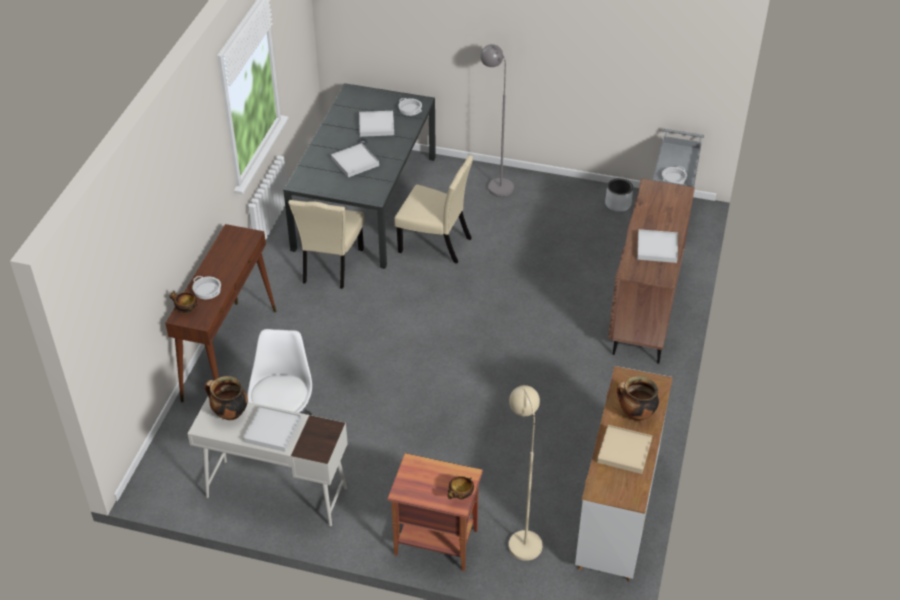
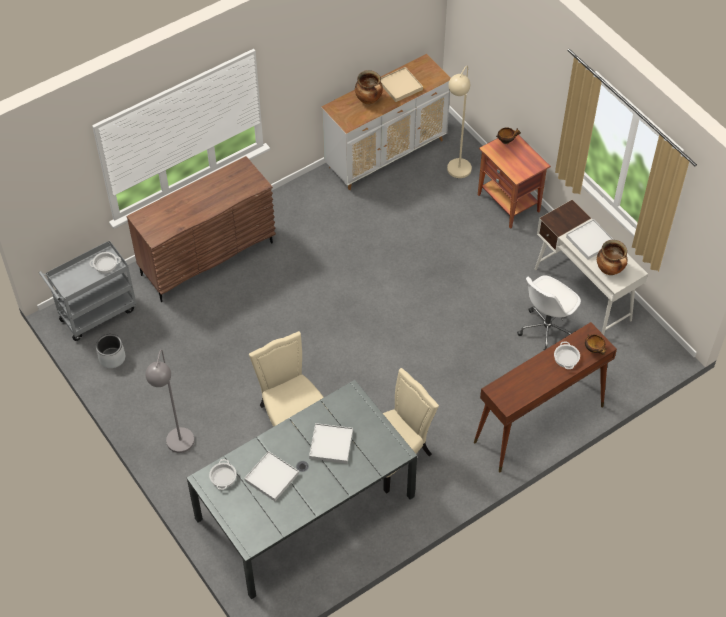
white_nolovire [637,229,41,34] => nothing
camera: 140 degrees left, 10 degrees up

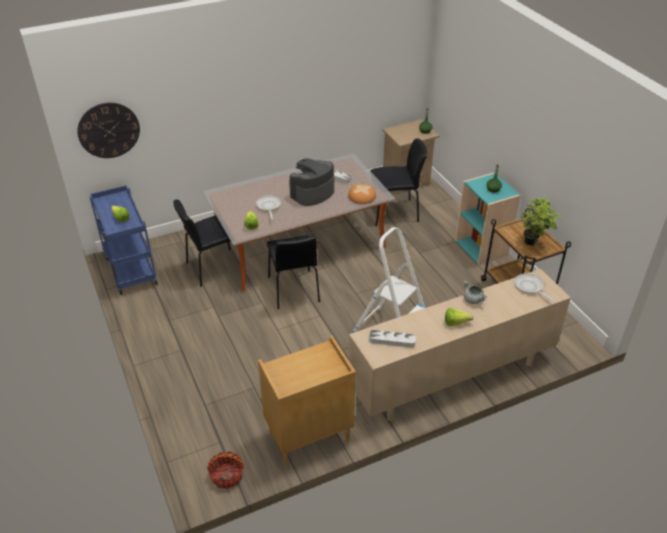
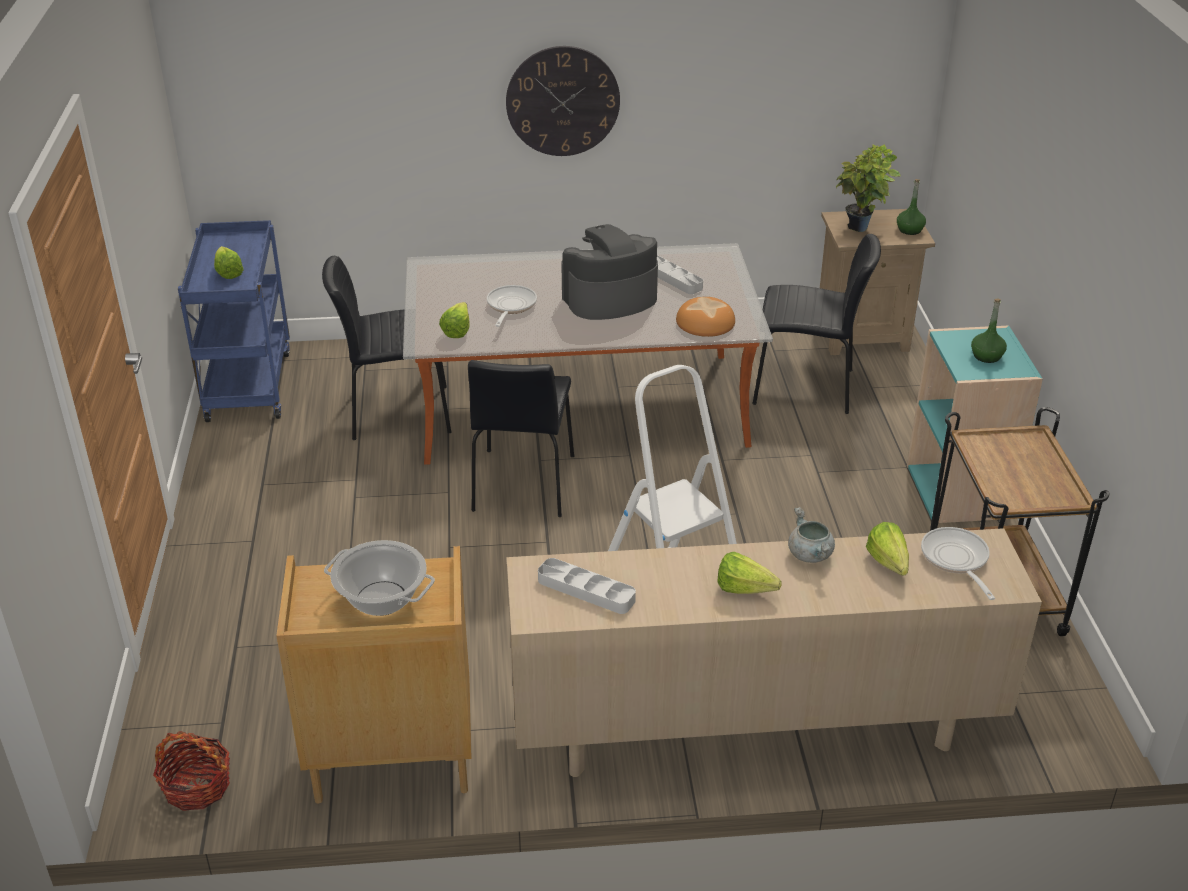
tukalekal [77,102,63,56] => tukalekal [506,46,114,110], moved
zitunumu [521,197,41,49] => zitunumu [836,145,65,87], moved
nothing => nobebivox [866,522,43,54]
nothing => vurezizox [324,540,111,76]
camera: 20 degrees right, 5 degrees down

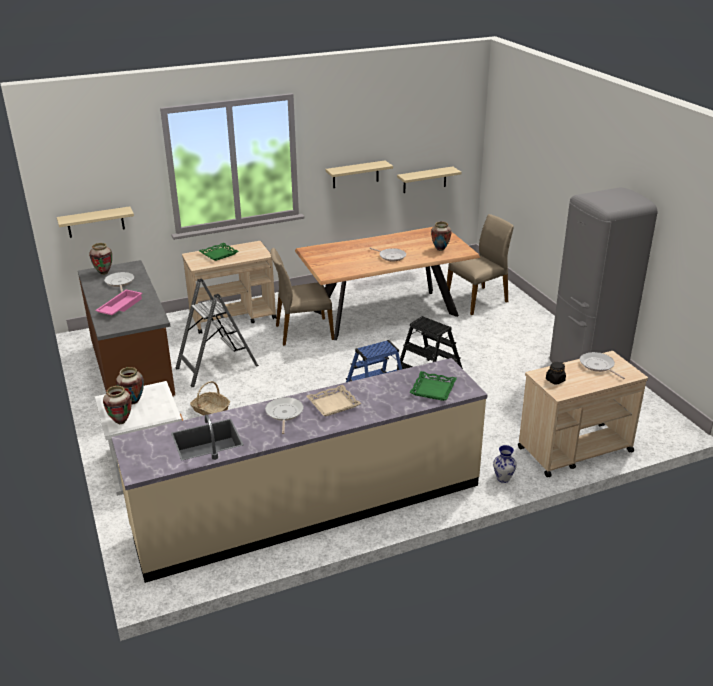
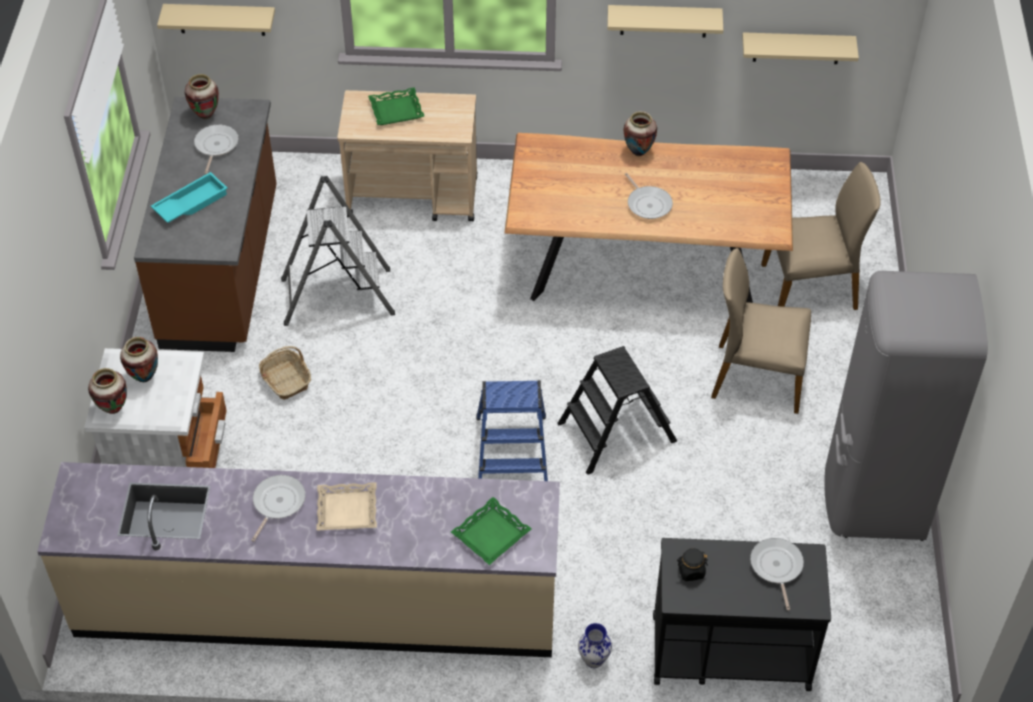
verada [431,221,20,30] => verada [624,111,33,45], moved
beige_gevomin [270,248,64,98] => beige_gevomin [711,248,100,166], moved
pink_nolovire [95,290,47,25] => turquoise_nolovire [151,172,77,51]
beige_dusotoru [518,351,130,126] => black_dusotoru [653,538,178,153]
camera: 25 degrees right, 20 degrees up

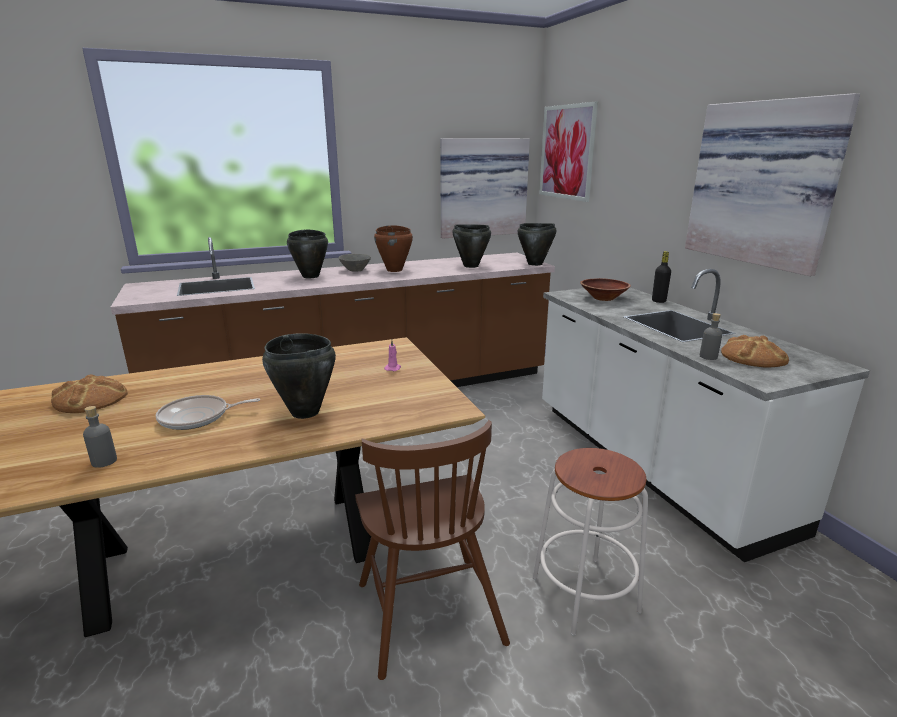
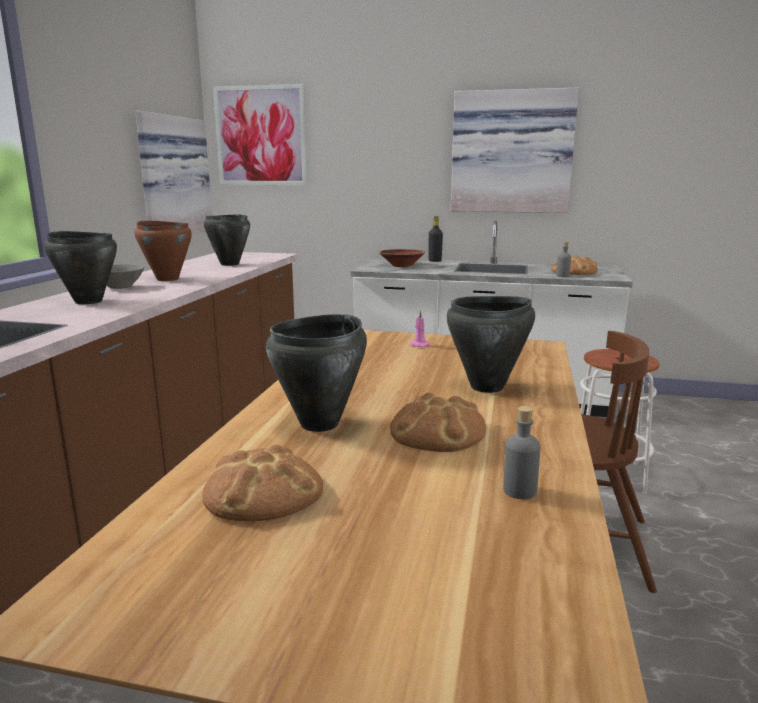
black_vurezizox [518,223,38,43] => black_vurezizox [266,314,101,118], moved
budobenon [156,395,104,35] => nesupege [390,392,96,60]
camera: 55 degrees left, 5 degrees down

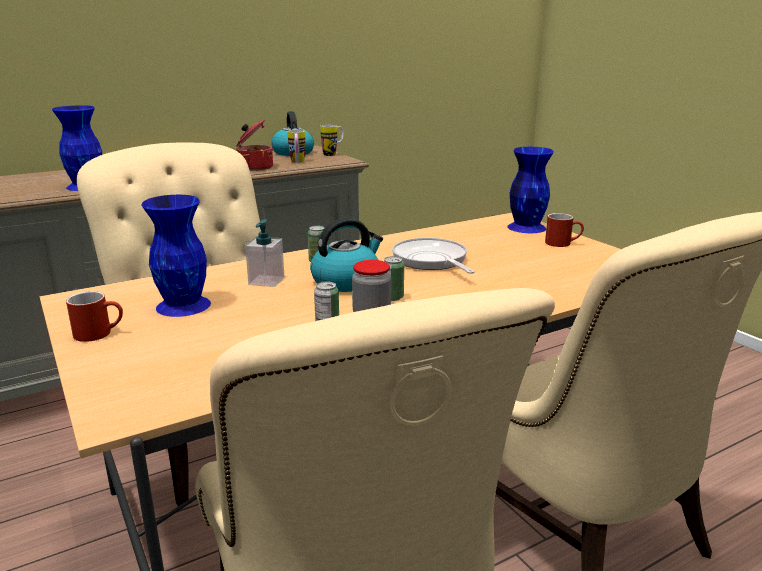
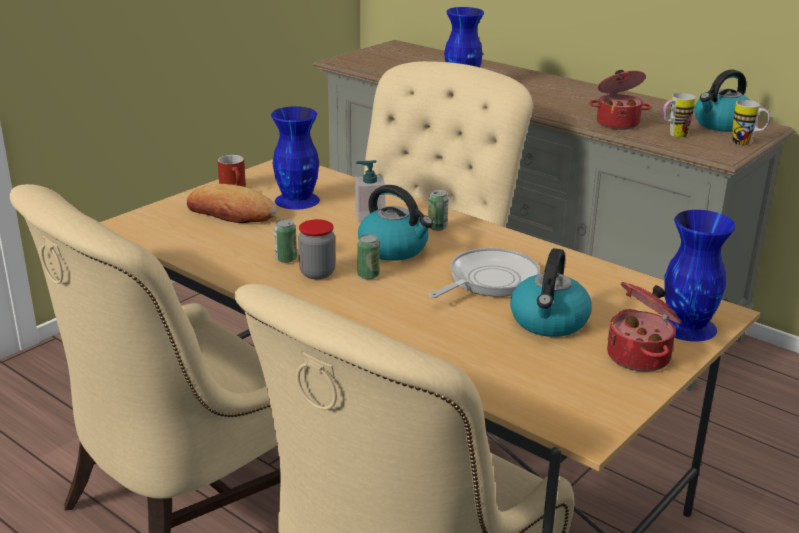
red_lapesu [545,213,39,34] => vurezizox [607,282,75,90]
nothing => nesupege [187,184,90,39]
nothing => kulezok [510,248,82,89]
camera: 70 degrees right, 5 degrees up

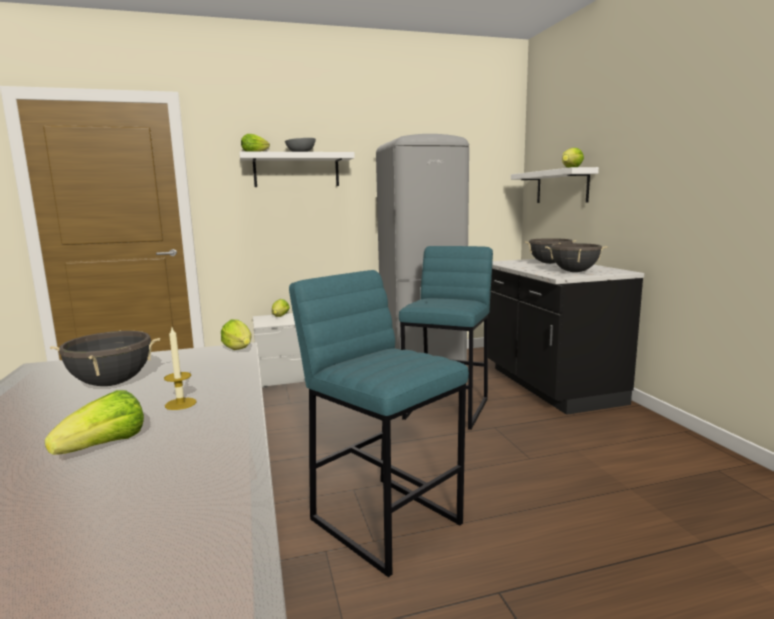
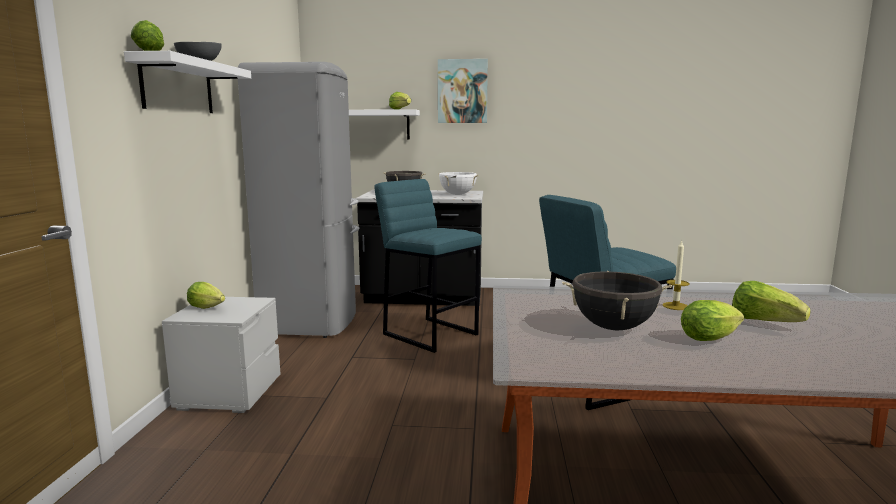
black_vurezizox [545,243,63,29] => white_vurezizox [438,172,41,23]
nobebivox [221,319,31,31] => nobebivox [681,300,63,41], moved
nothing => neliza [438,59,50,64]
camera: 70 degrees left, 0 degrees up

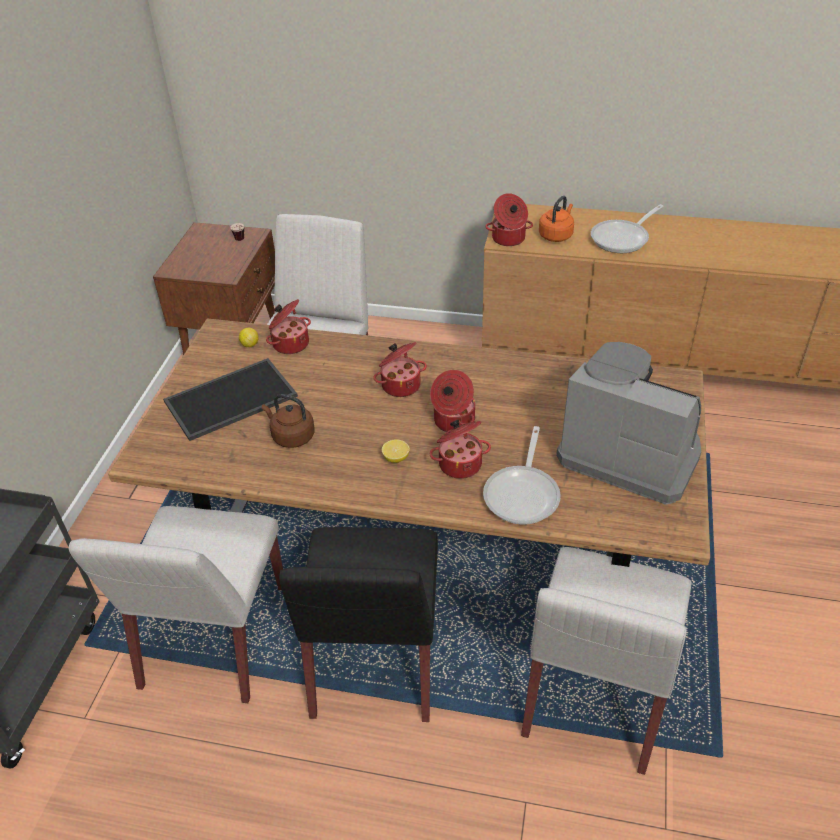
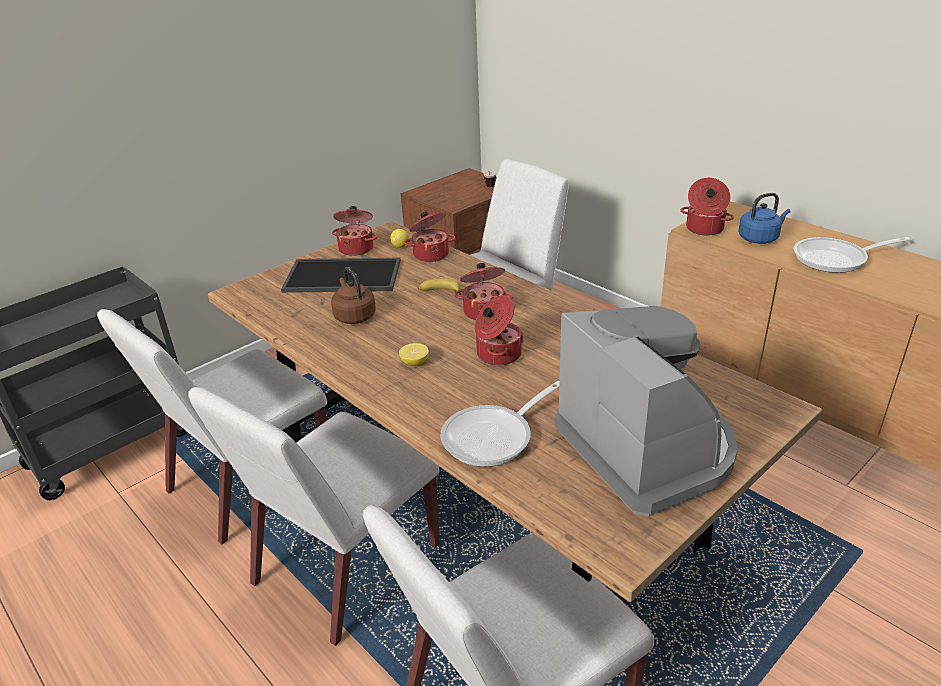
orange_kulezok [539,196,35,46] => blue_kulezok [738,193,52,51]
vurezizox [430,419,61,60] => vurezizox [332,206,46,50], moved
black_gevomin [279,527,159,195] => white_gevomin [188,387,252,259]
nothing => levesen [418,279,43,16]
camera: 35 degrees right, 10 degrees down

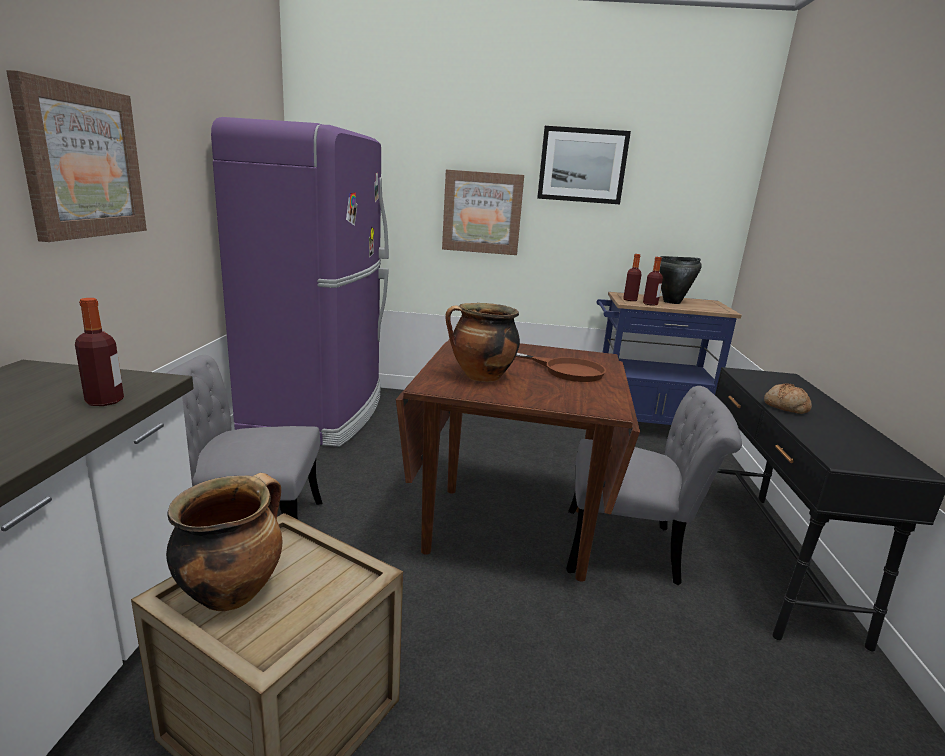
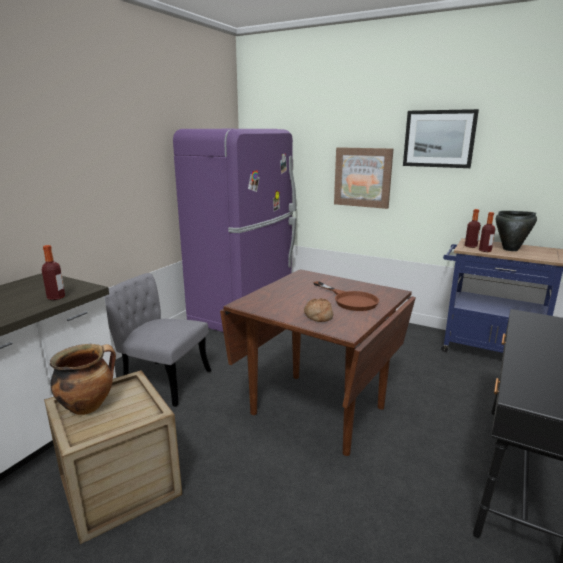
neliza [6,70,141,172] => nothing
vurezizox [445,303,75,79] => nothing
nesupege [764,383,48,31] => nesupege [304,298,29,24], moved
grey_gevomin [566,386,176,199] => nothing
camera: 25 degrees right, 0 degrees up

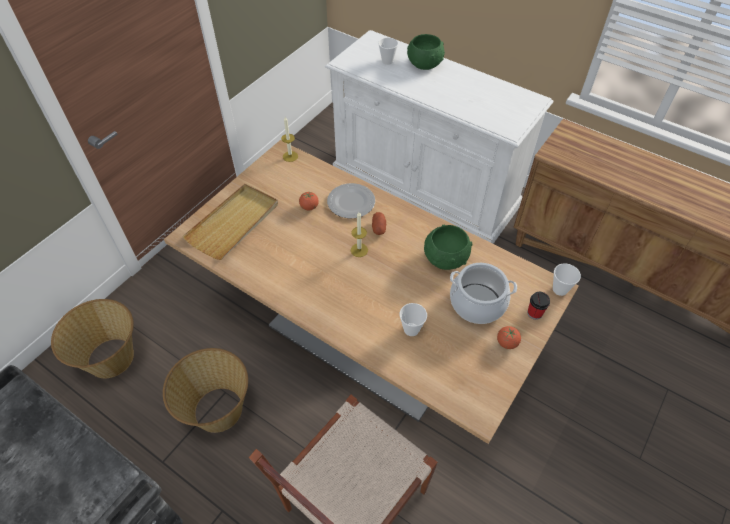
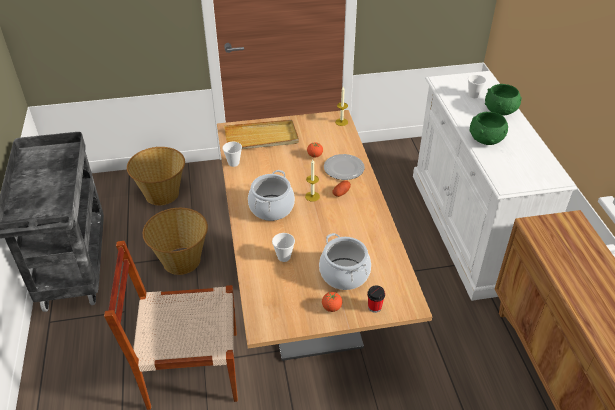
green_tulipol [424,225,49,45] => green_tulipol [469,112,39,33], moved
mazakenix [553,263,28,33] => mazakenix [222,142,20,25], moved
nothing => vurezizox [248,170,47,51]
camera: 45 degrees right, 10 degrees down

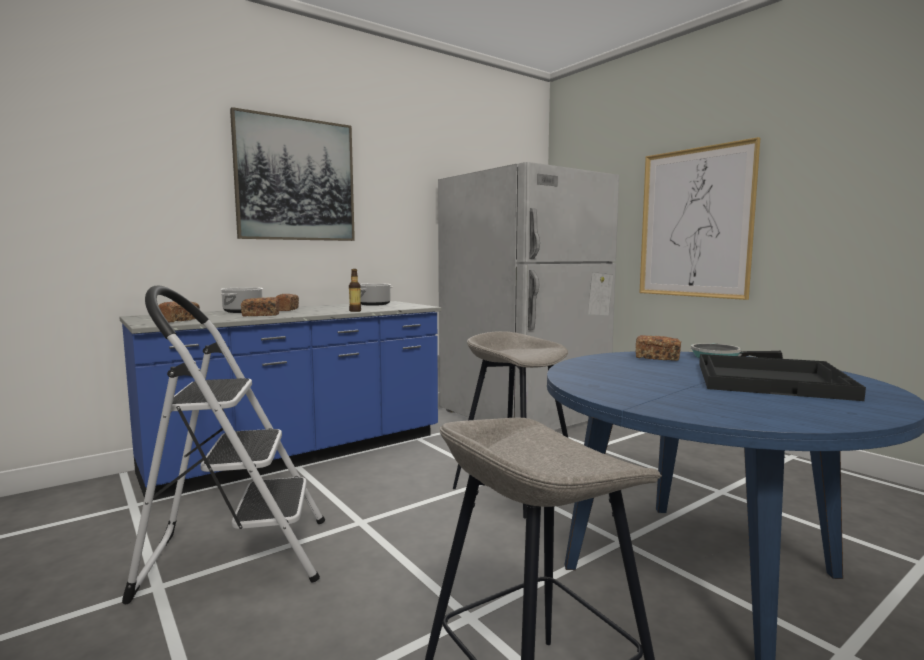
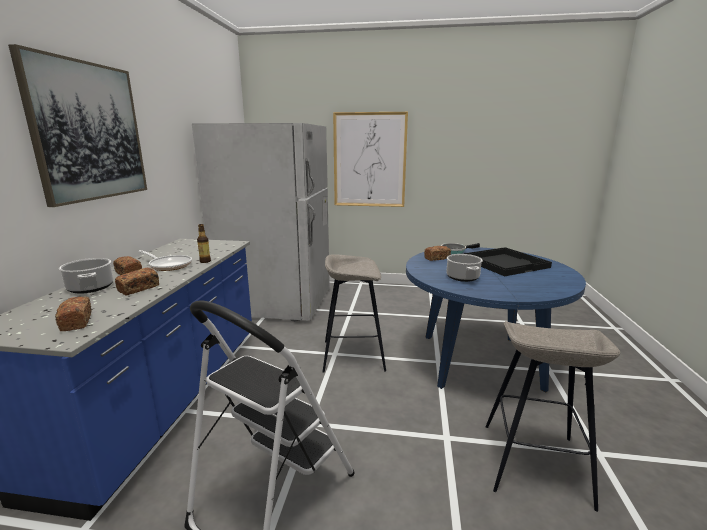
vurezizox [360,283,32,23] => vurezizox [446,254,37,28], moved
nothing => budobenon [138,250,54,21]
camera: 45 degrees left, 10 degrees up

